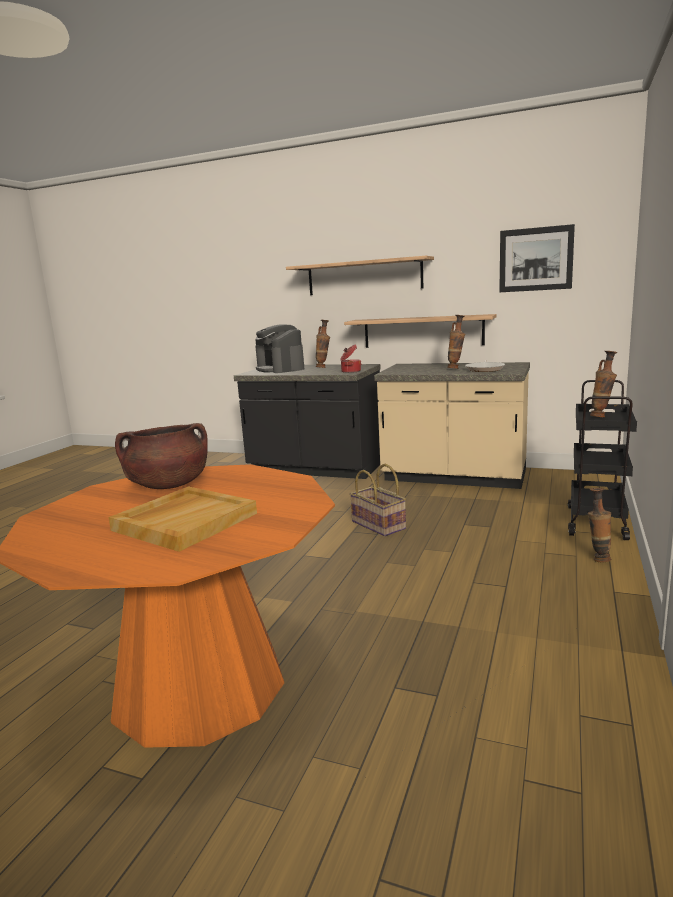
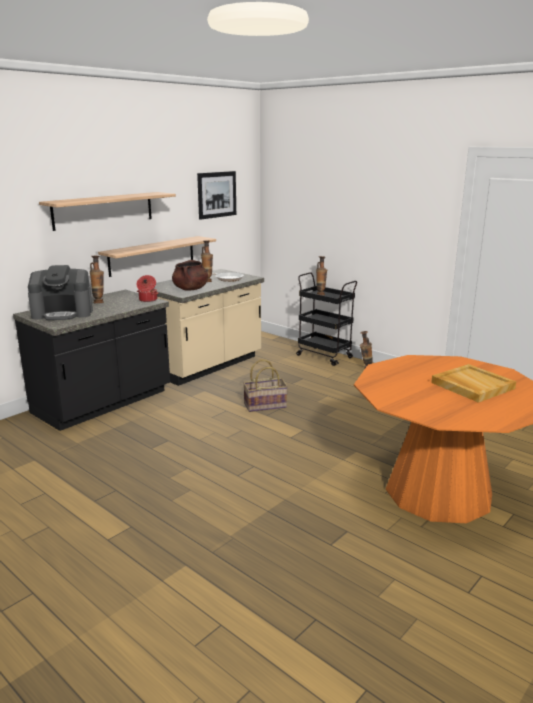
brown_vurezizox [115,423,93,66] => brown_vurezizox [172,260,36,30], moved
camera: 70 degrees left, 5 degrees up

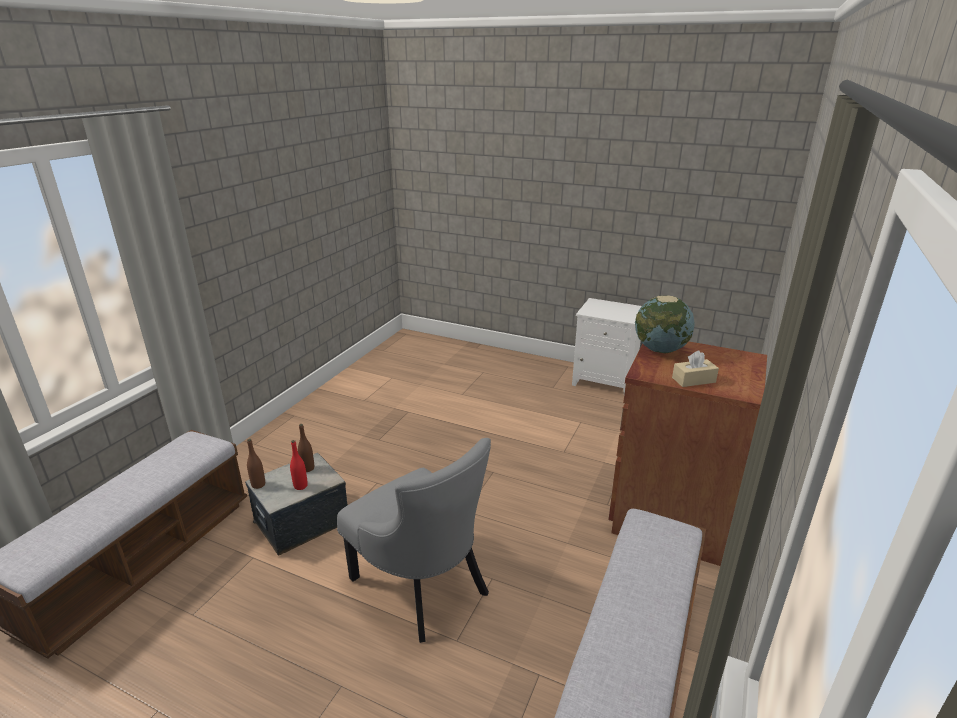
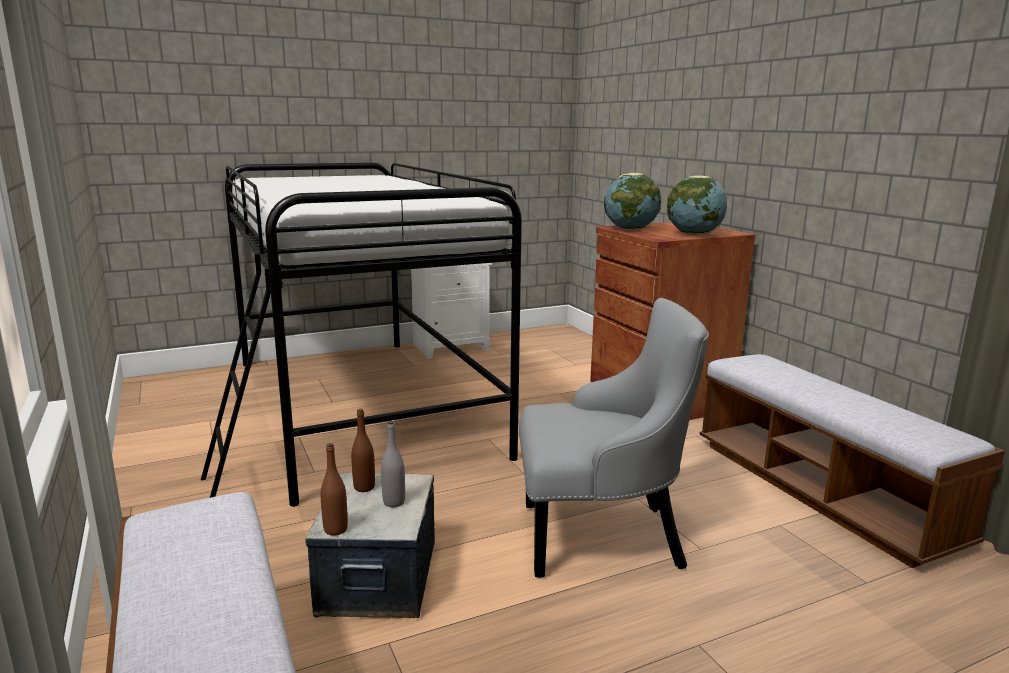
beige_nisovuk [672,351,47,36] => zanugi [667,176,60,59]
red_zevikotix [290,440,18,50] => grey_zevikotix [381,421,24,86]
nothing => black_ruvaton [201,163,321,344]
camera: 50 degrees left, 10 degrees down

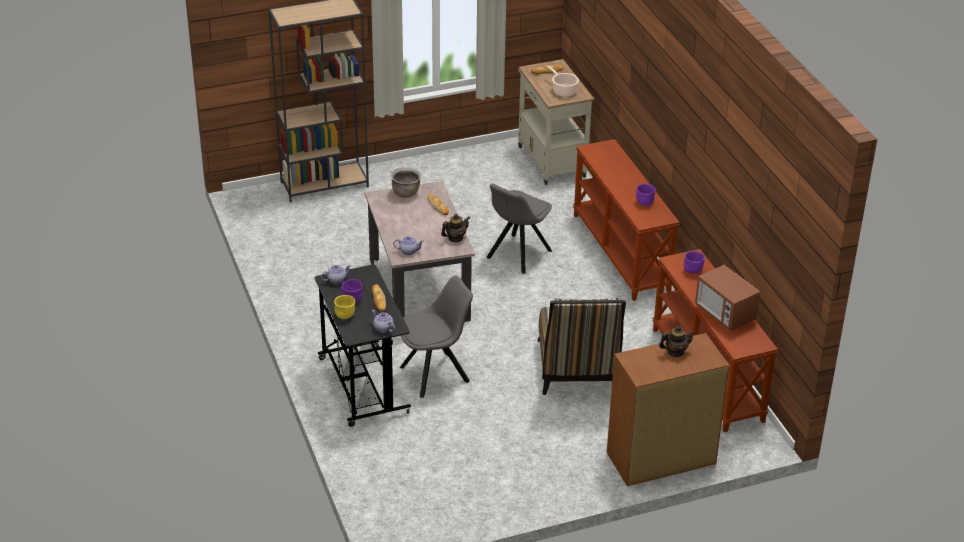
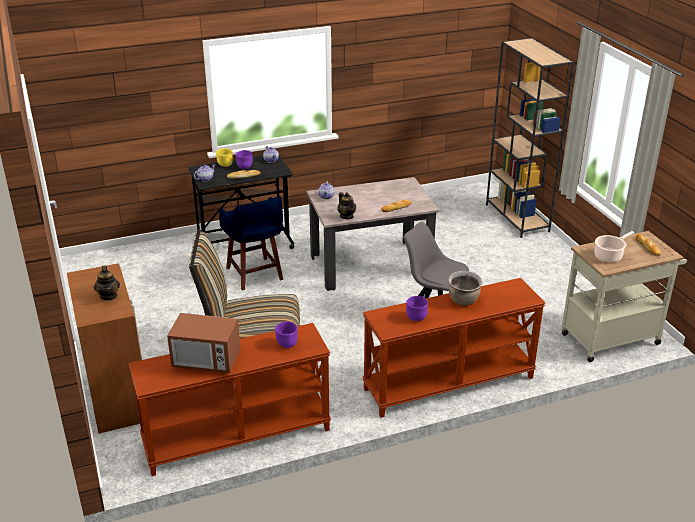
brown_vurezizox [391,167,30,31] => brown_vurezizox [448,271,35,34], moved
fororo [695,265,65,66] => fororo [167,313,73,60], 135 degrees counterclockwise
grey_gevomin [400,276,73,122] => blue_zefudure [219,197,64,94]
camera: 90 degrees right, 5 degrees down

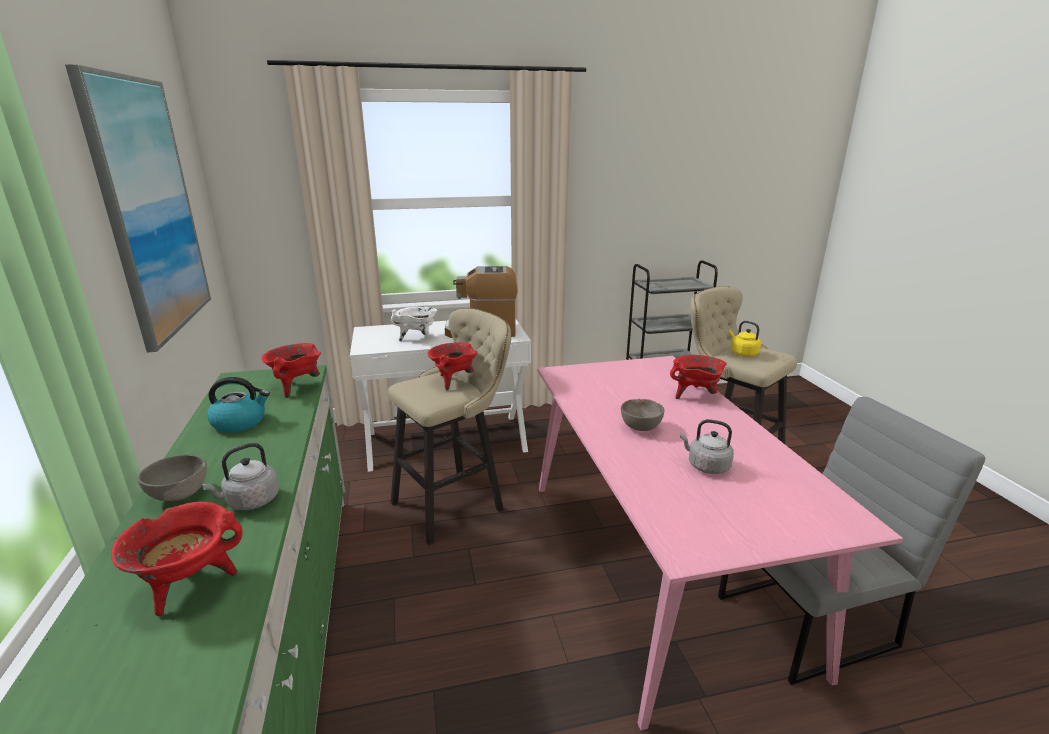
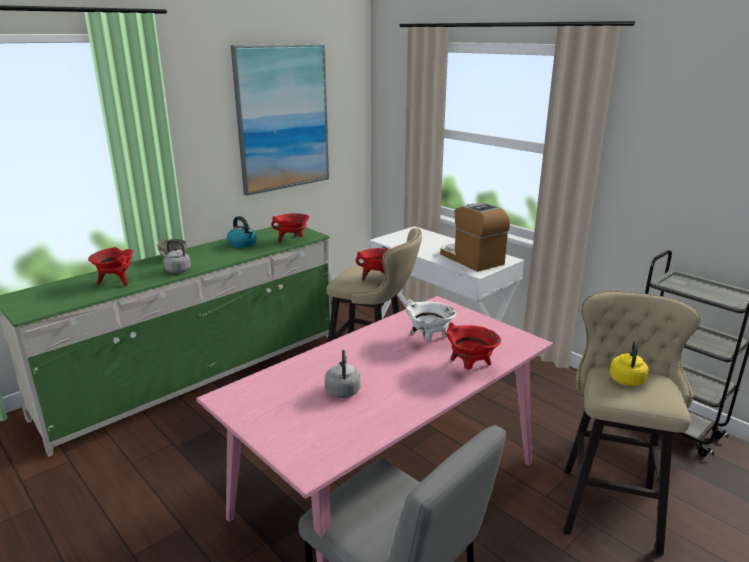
white_vurezizox [391,306,46,35] => white_vurezizox [406,299,50,42], moved
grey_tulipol [621,399,43,32] => nothing
camera: 60 degrees right, 0 degrees up

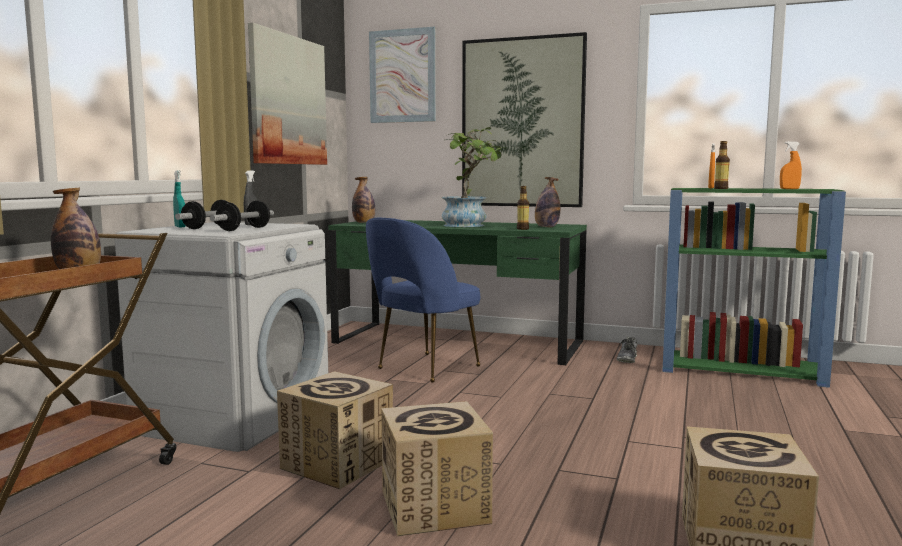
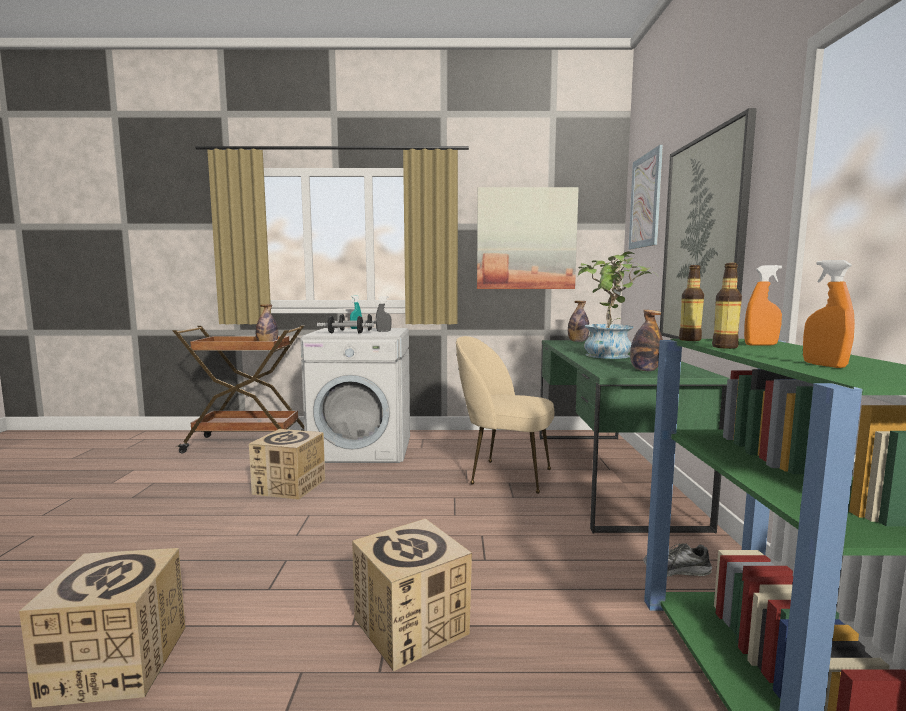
zevikotix [517,186,12,44] => zevikotix [679,265,25,76], moved
blue_gevomin [366,218,114,165] => beige_gevomin [456,336,98,158]
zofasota [381,401,112,135] => zofasota [352,519,120,153], moved
camera: 70 degrees right, 0 degrees up

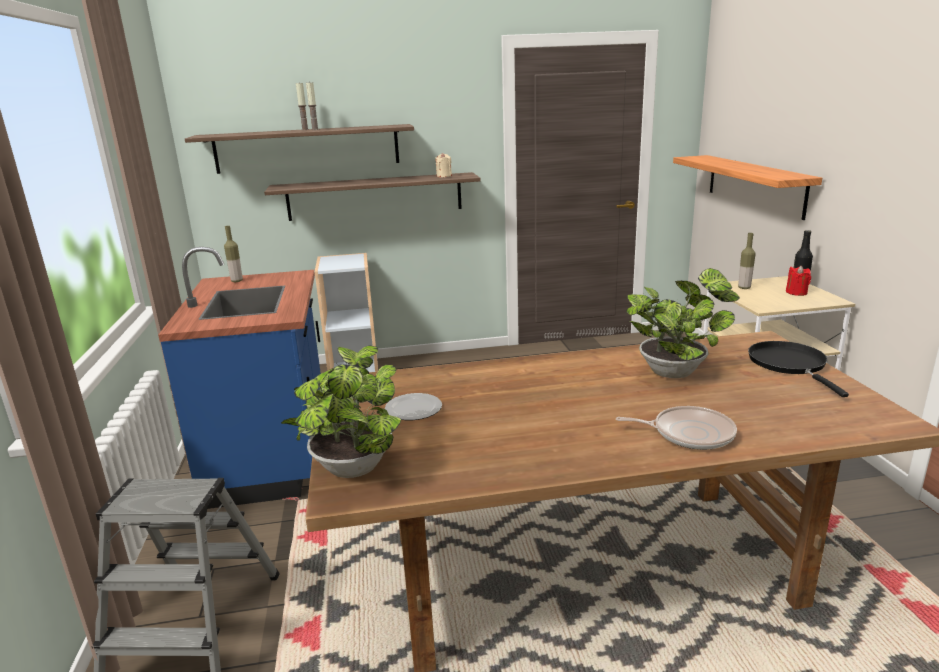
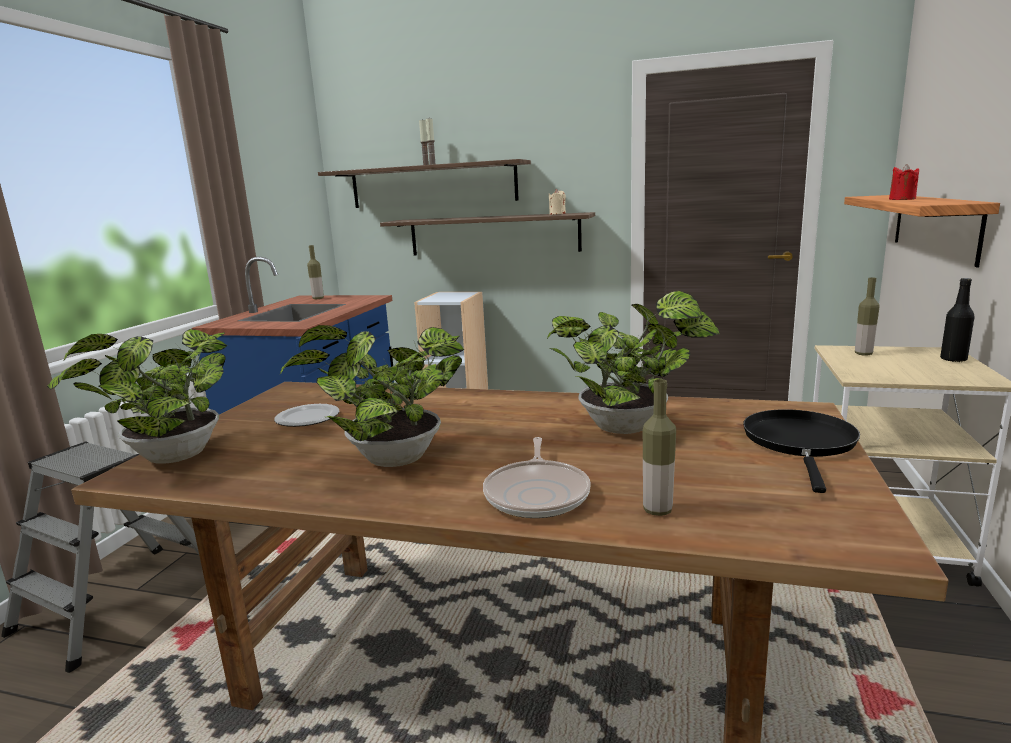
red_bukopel [786,265,25,31] => red_bukopel [889,164,30,36], moved
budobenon [616,406,121,44] => budobenon [483,437,108,81], 60 degrees clockwise
nothing => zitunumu [280,325,184,142]
nothing => zevikotix [643,379,33,137]
camera: 25 degrees right, 5 degrees down

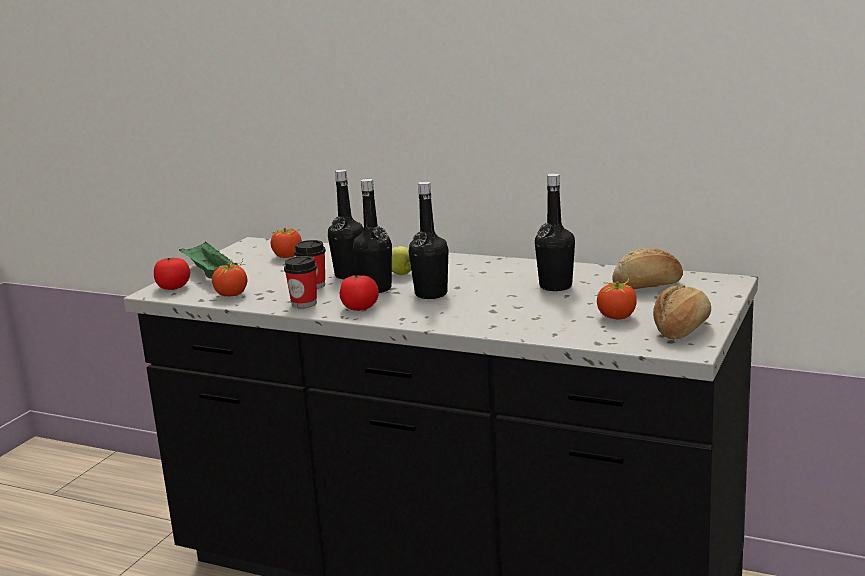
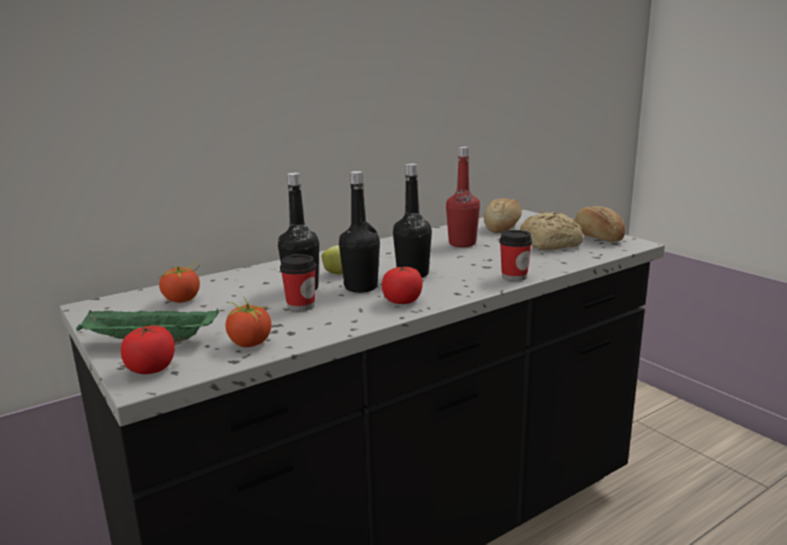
black_zevikotix [535,173,40,118] => red_zevikotix [446,147,34,100]
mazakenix [284,256,33,52] => mazakenix [499,230,33,51], moved
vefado [597,277,42,43] => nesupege [520,212,63,38]
camera: 60 degrees left, 0 degrees up

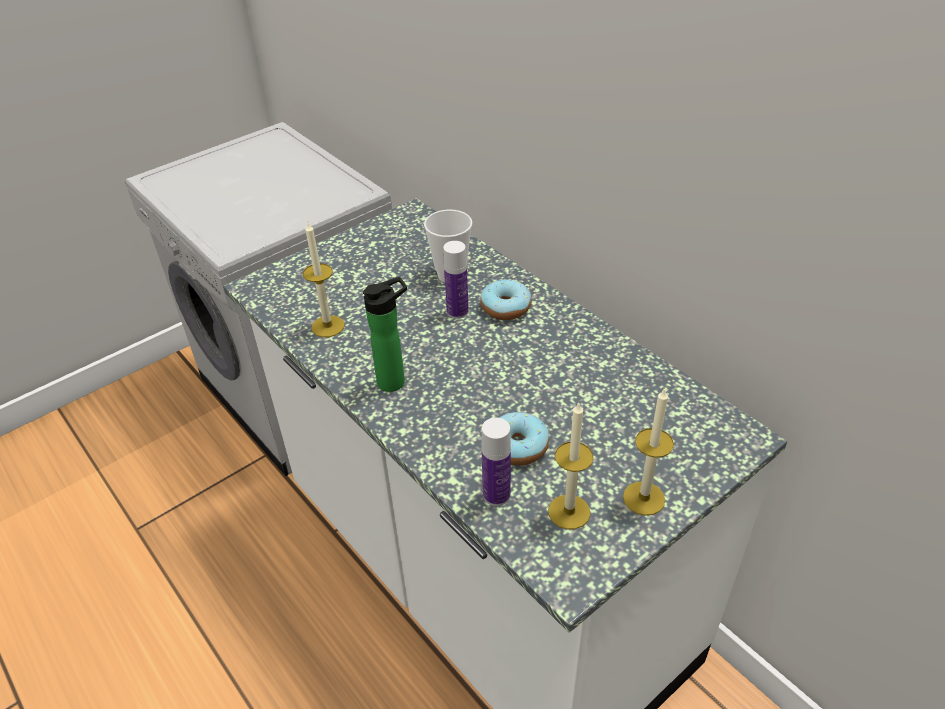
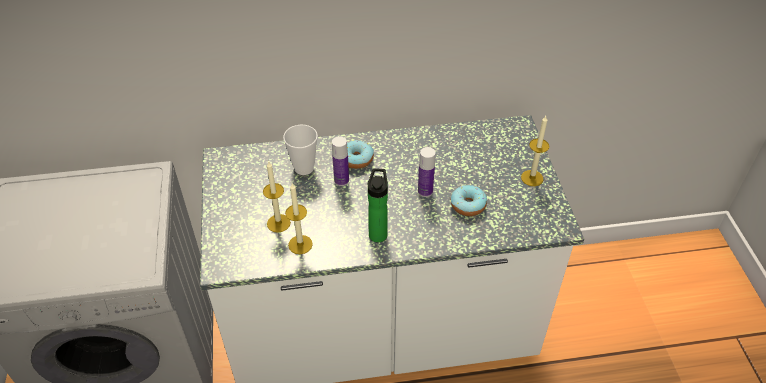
bukopel [548,403,46,126] => bukopel [263,161,28,72], moved
zevikotix [482,418,29,88] => zevikotix [418,147,17,50], moved
camera: 60 degrees left, 5 degrees up

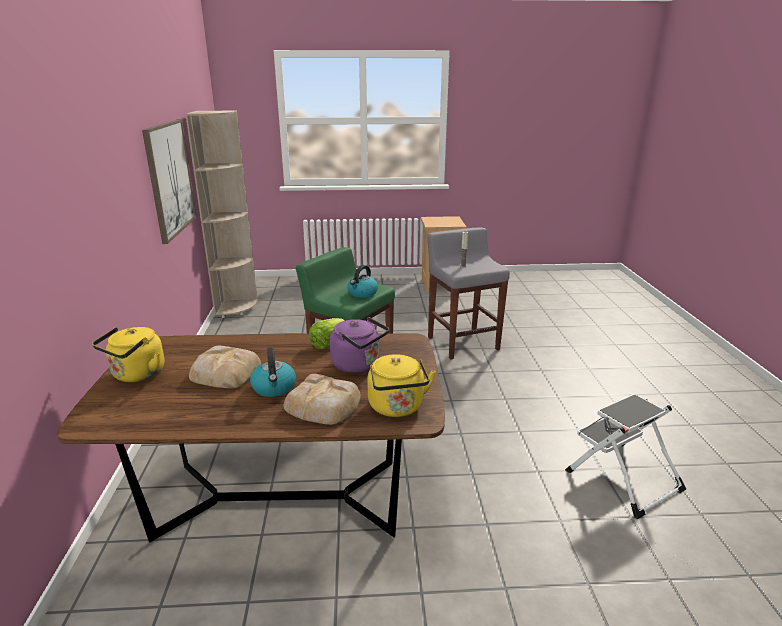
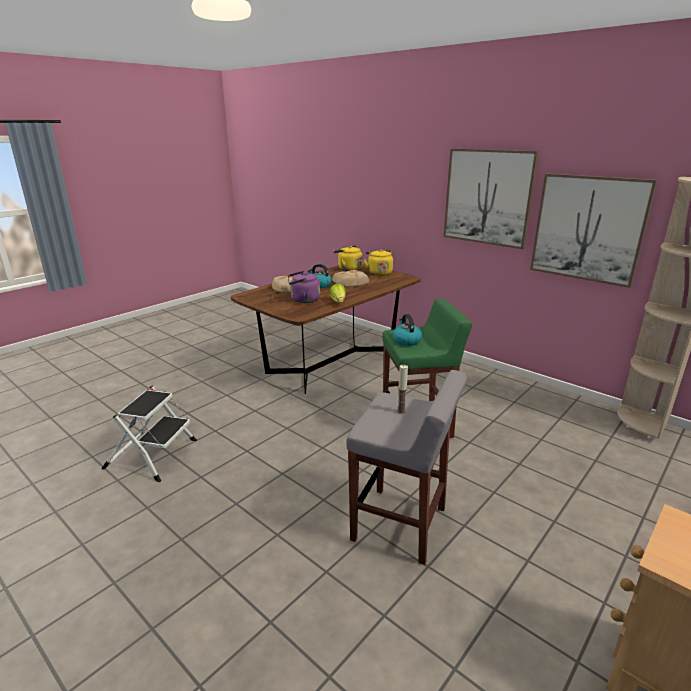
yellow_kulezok [367,354,69,63] => yellow_kulezok [334,245,29,26], moved
nothing => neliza [443,148,96,101]
camera: 135 degrees right, 0 degrees up

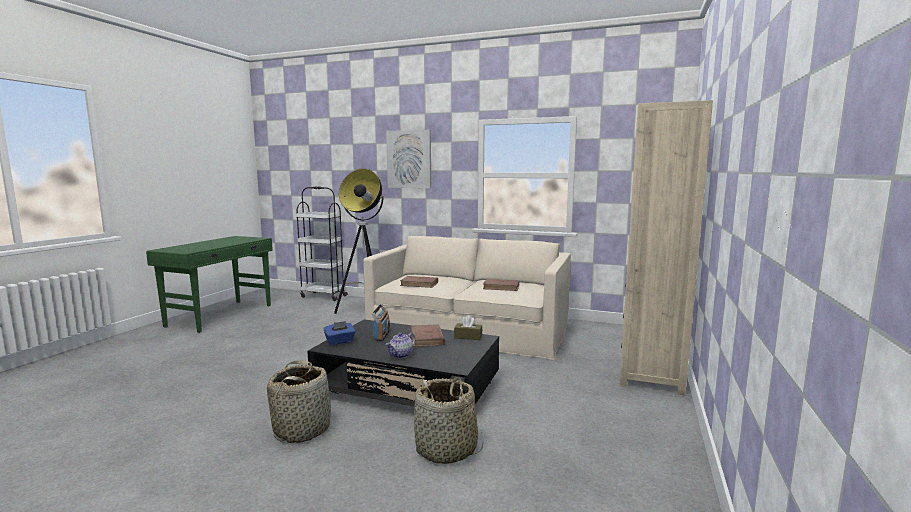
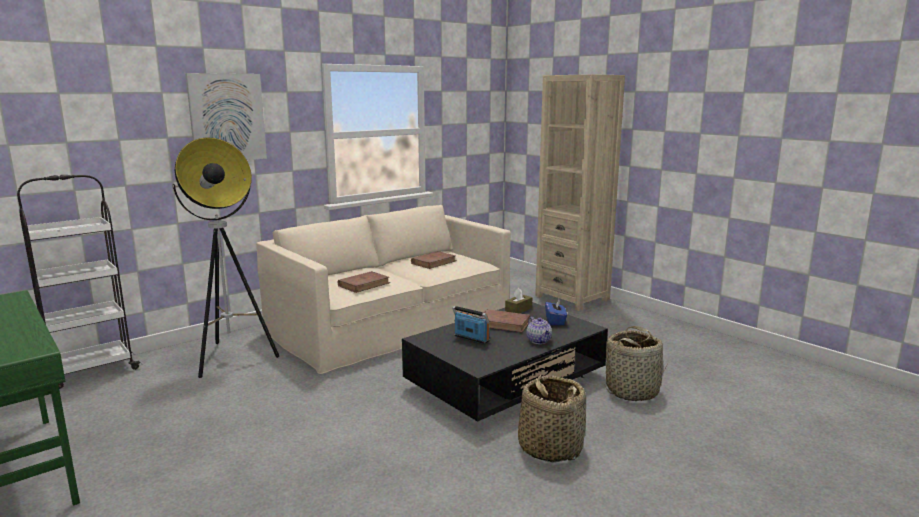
blue_nisovuk [324,321,32,24] => blue_nisovuk [545,299,22,26], moved
camera: 60 degrees left, 5 degrees up

